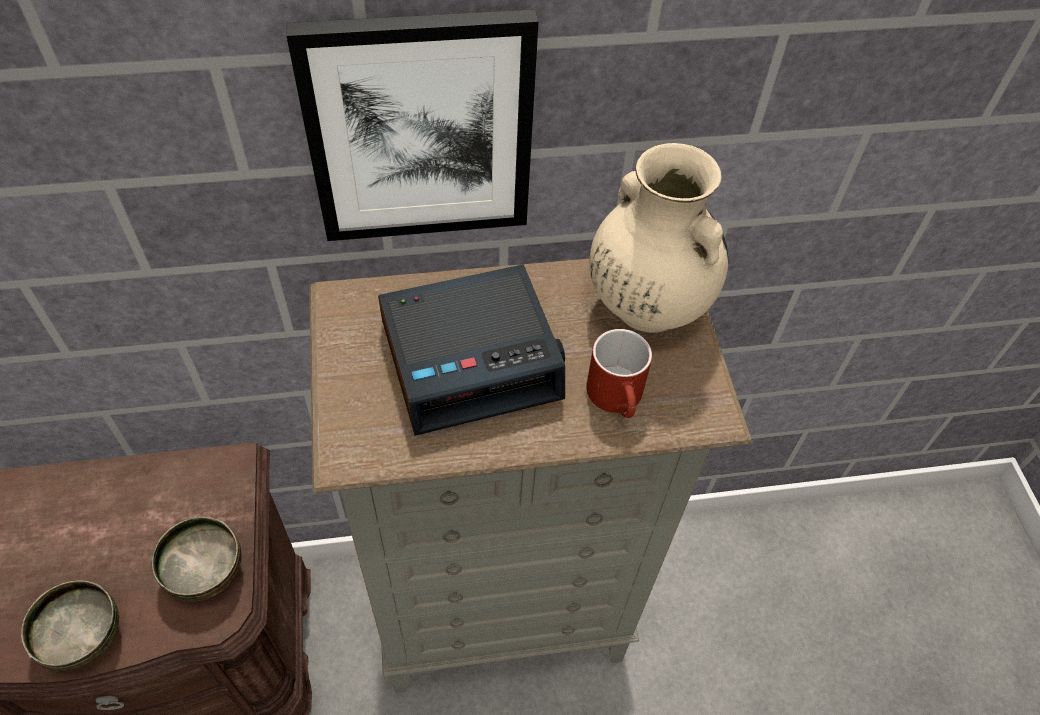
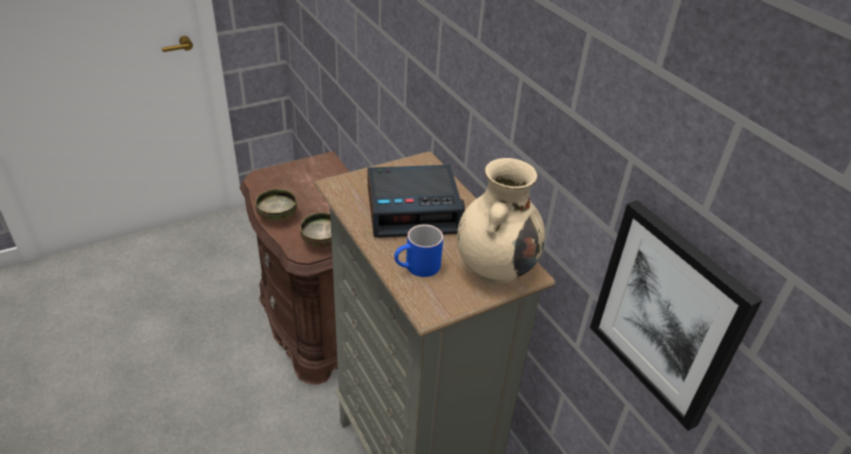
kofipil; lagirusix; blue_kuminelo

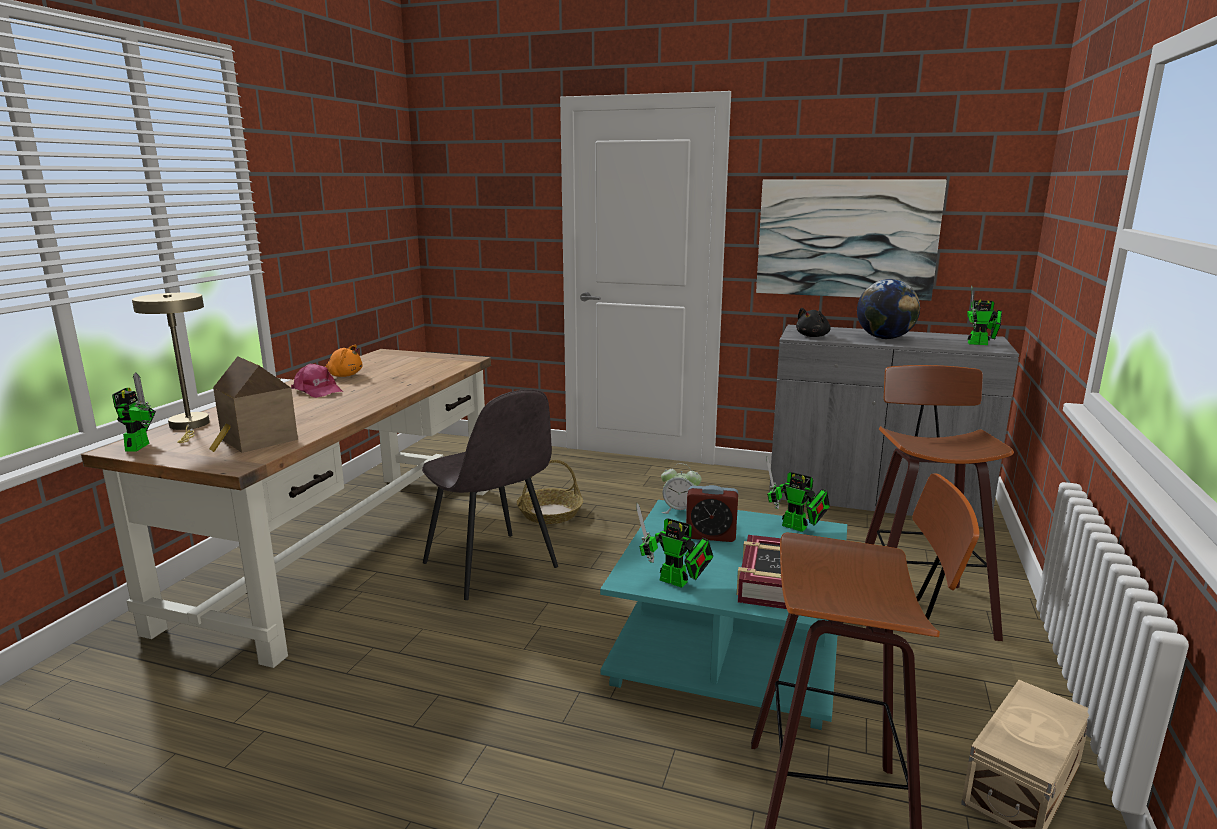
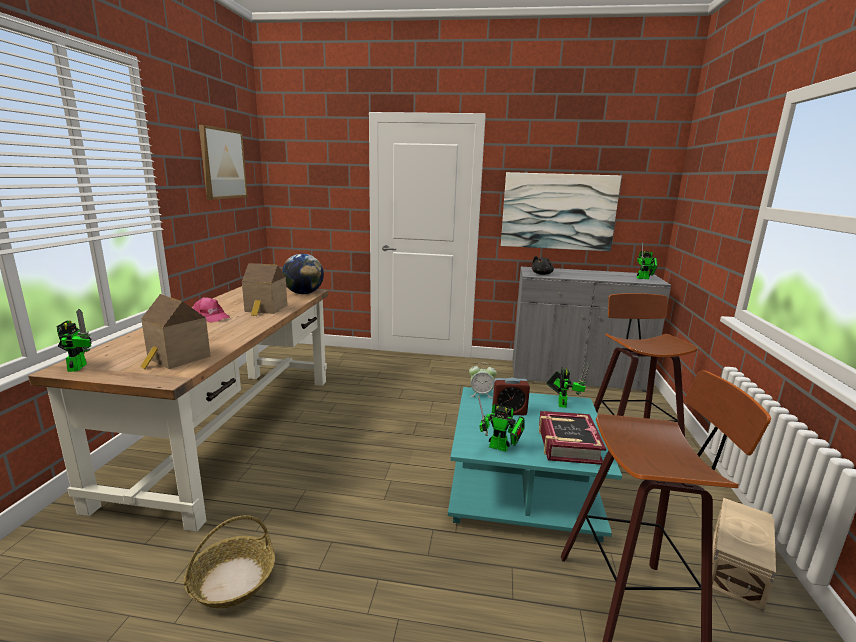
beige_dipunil; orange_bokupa; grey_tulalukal; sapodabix; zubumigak (3rd from left); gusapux; kofipil (1st from left); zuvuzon (2nd from left)

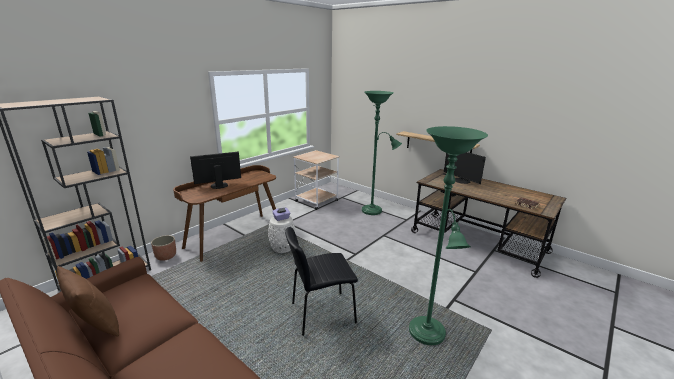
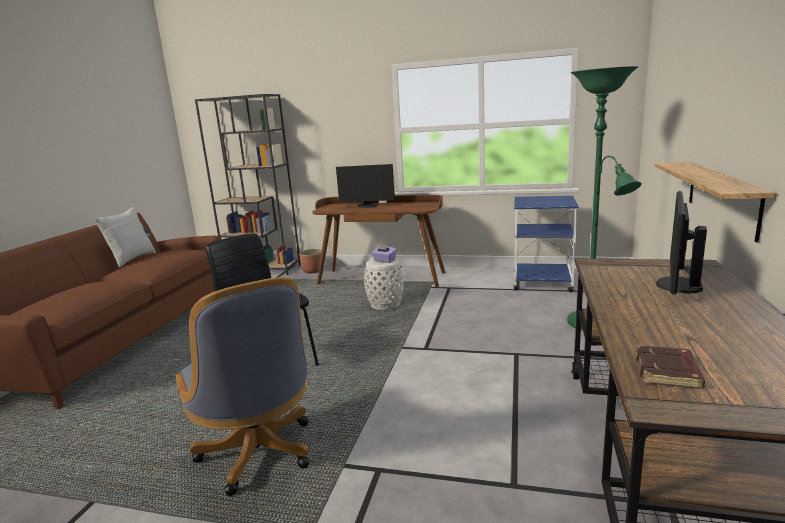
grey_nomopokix; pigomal (1st from left); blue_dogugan; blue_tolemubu

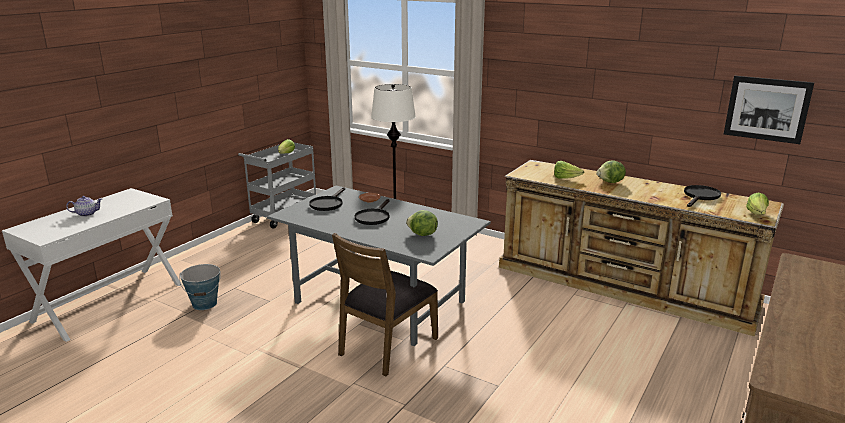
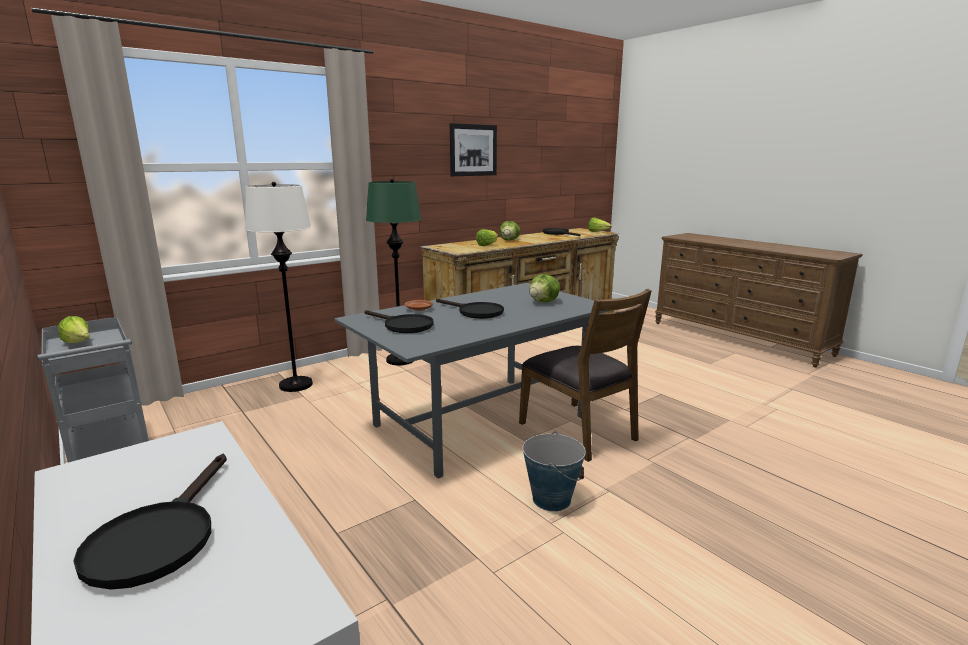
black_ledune (1st from left); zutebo; kofipil; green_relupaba

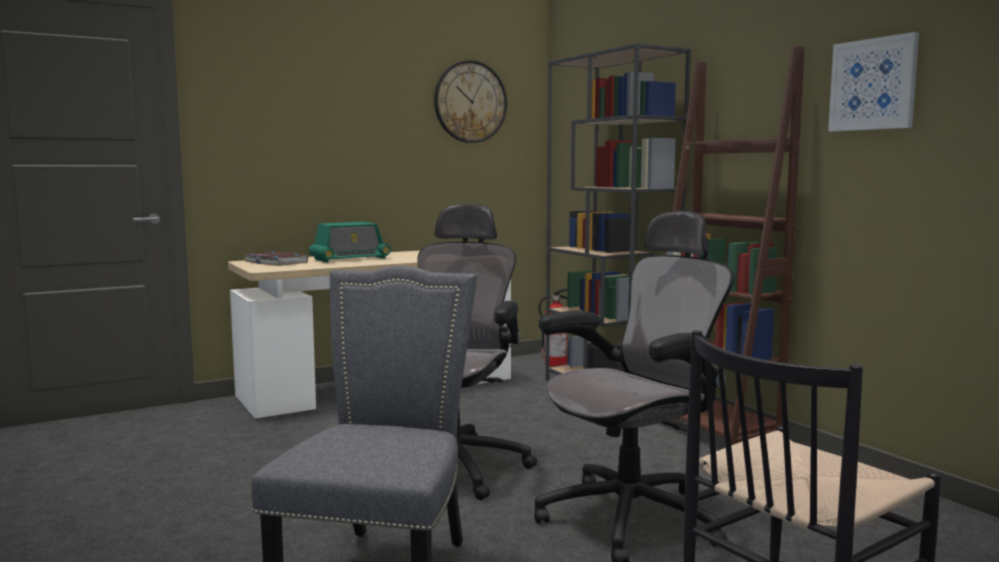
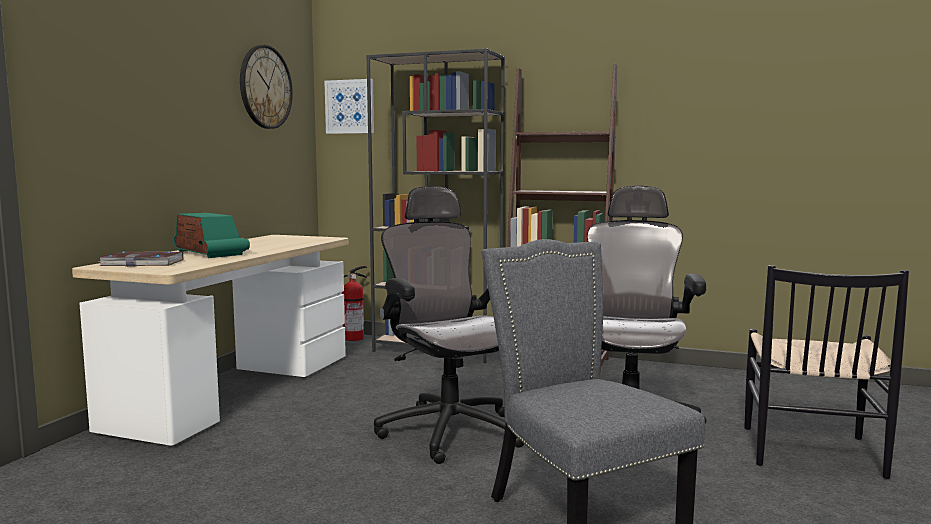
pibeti; kofipil

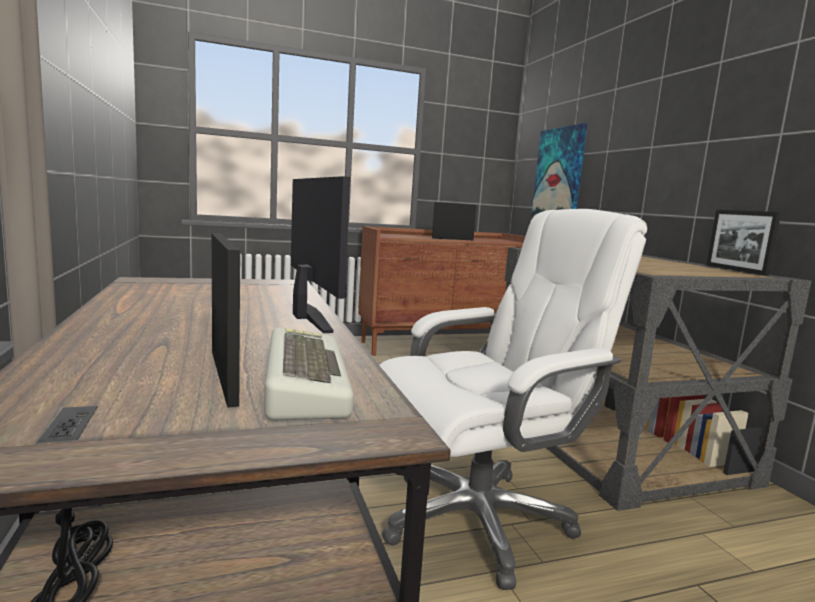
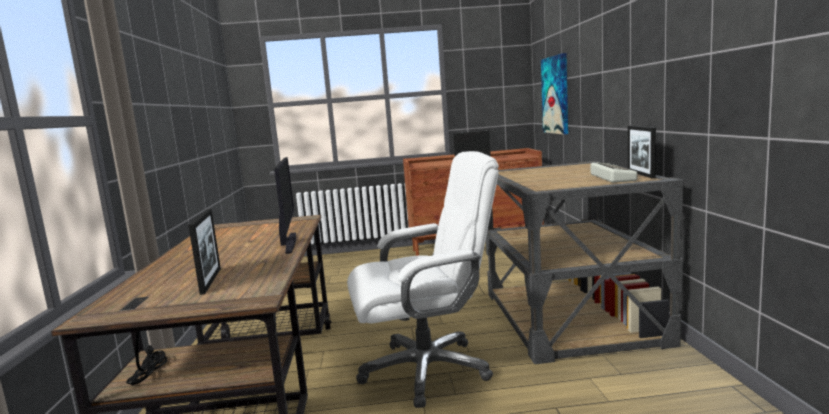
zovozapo

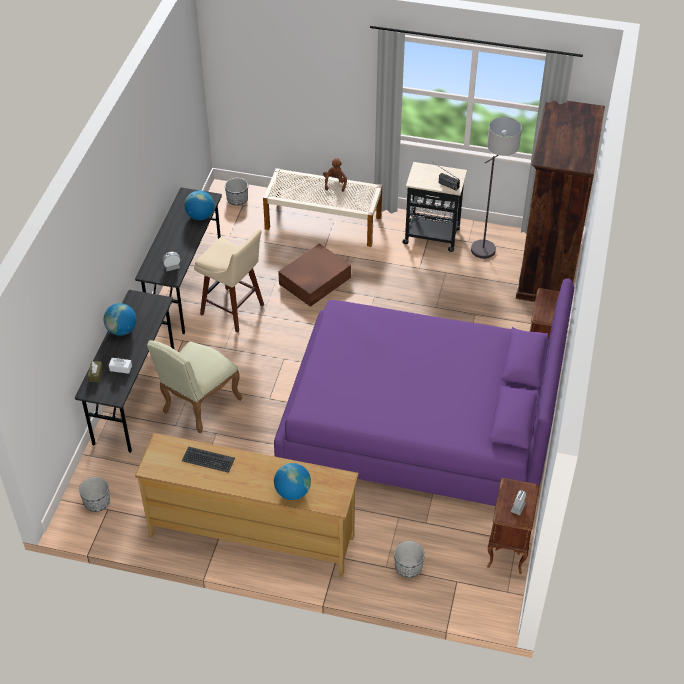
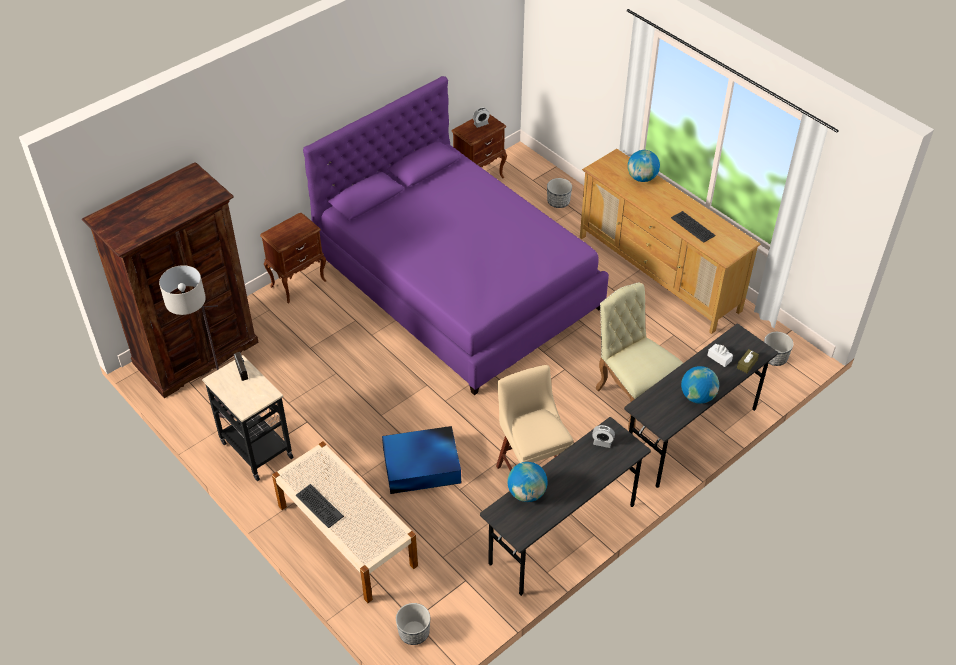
beige_tulalukal; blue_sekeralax; zovozapo (1st from left)

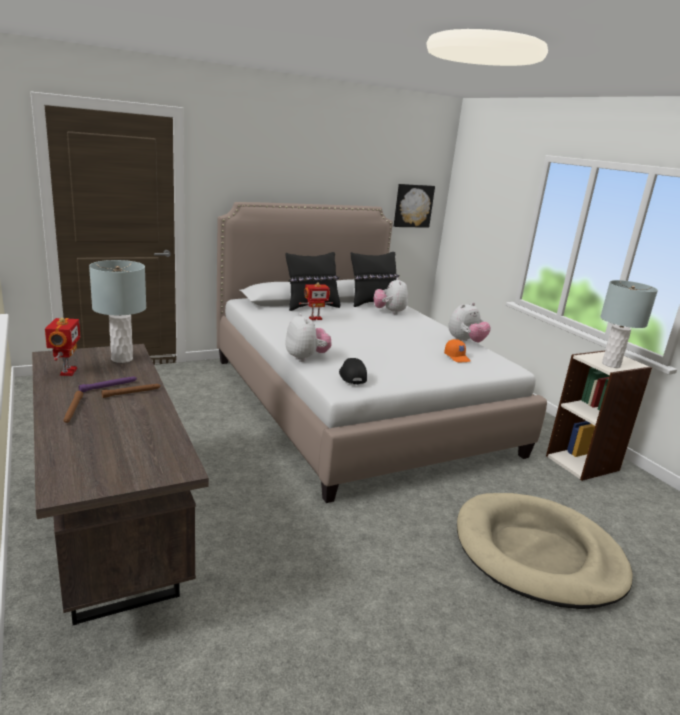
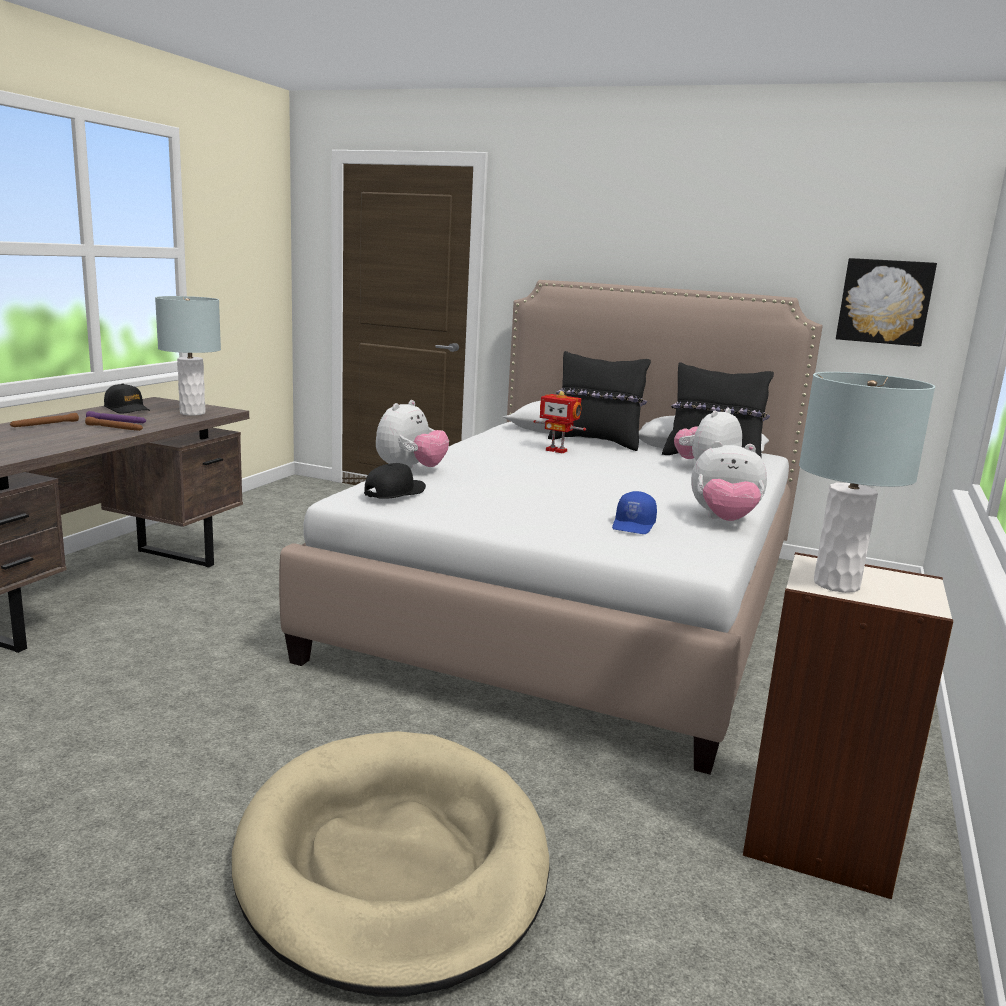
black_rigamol (1st from left); blue_rigamol

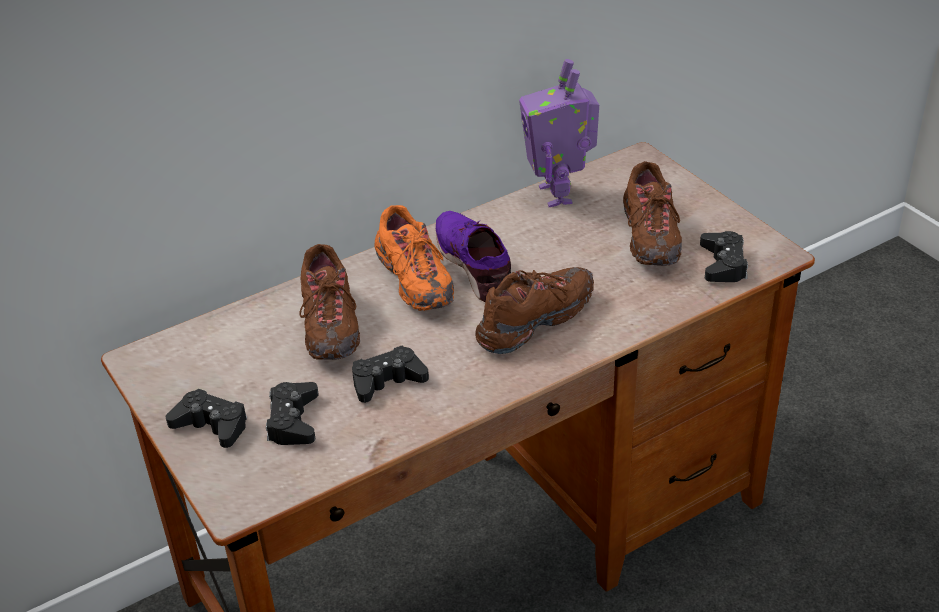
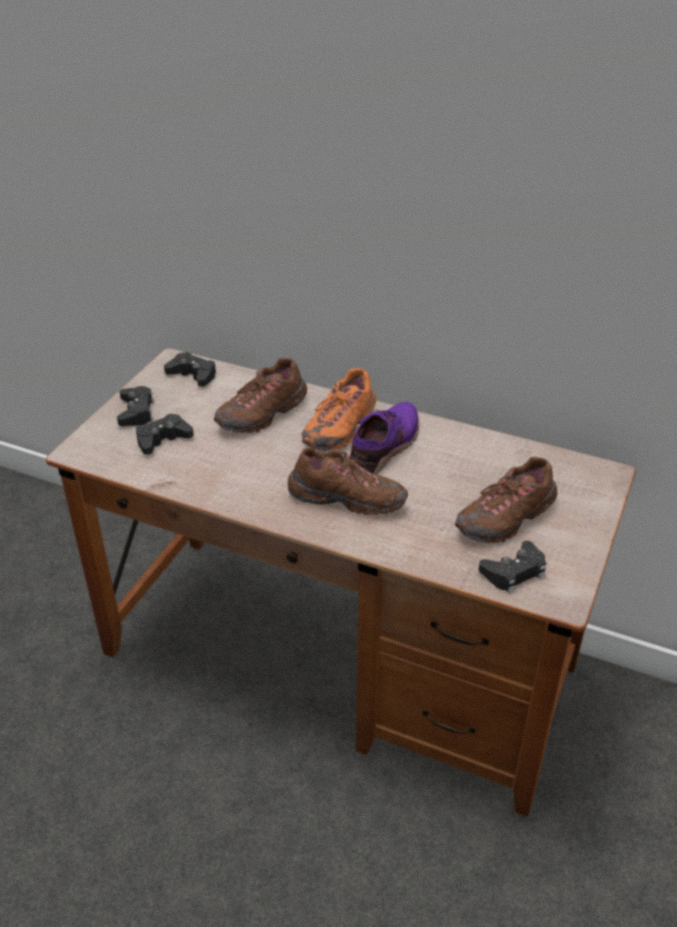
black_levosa (3rd from left); zubumigak

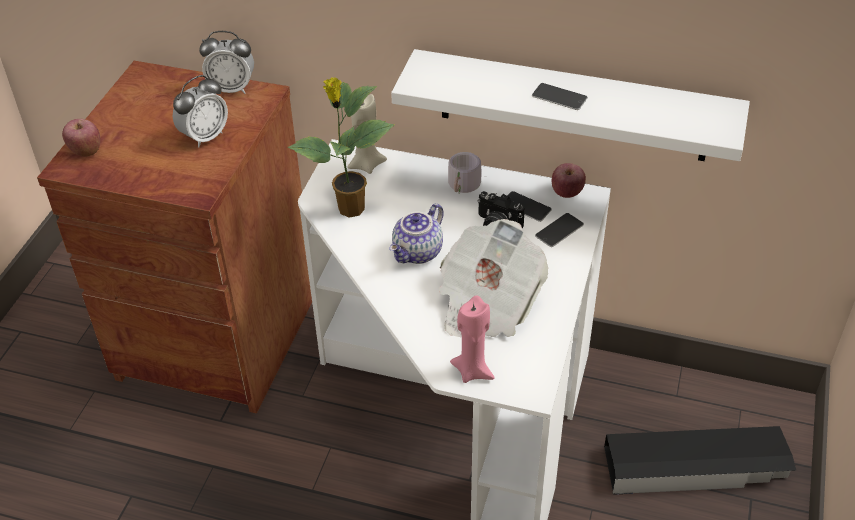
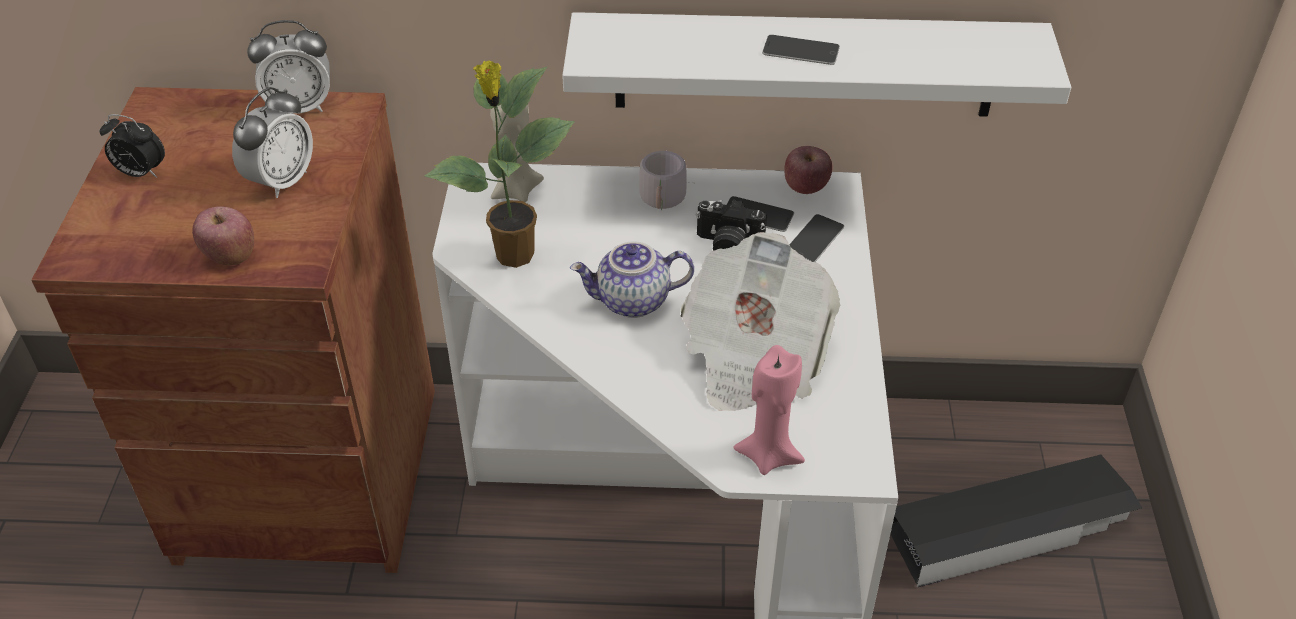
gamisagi (1st from left); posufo; lagirusix (1st from left)

